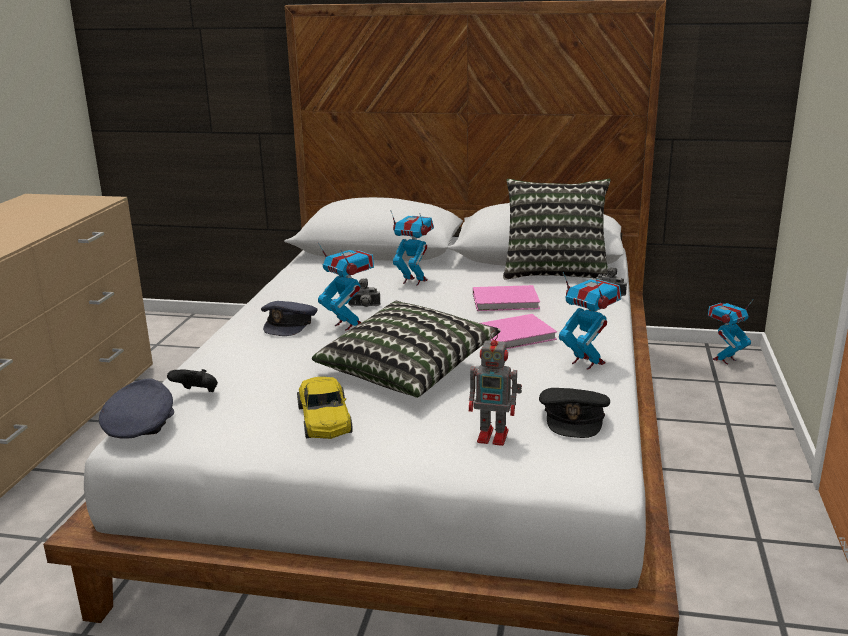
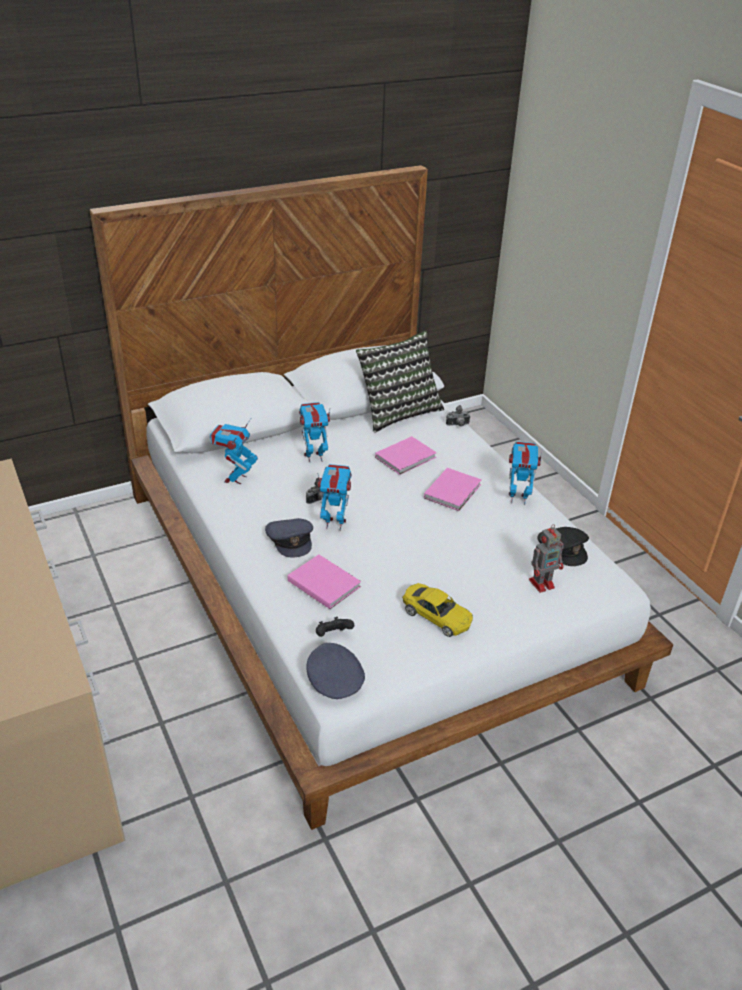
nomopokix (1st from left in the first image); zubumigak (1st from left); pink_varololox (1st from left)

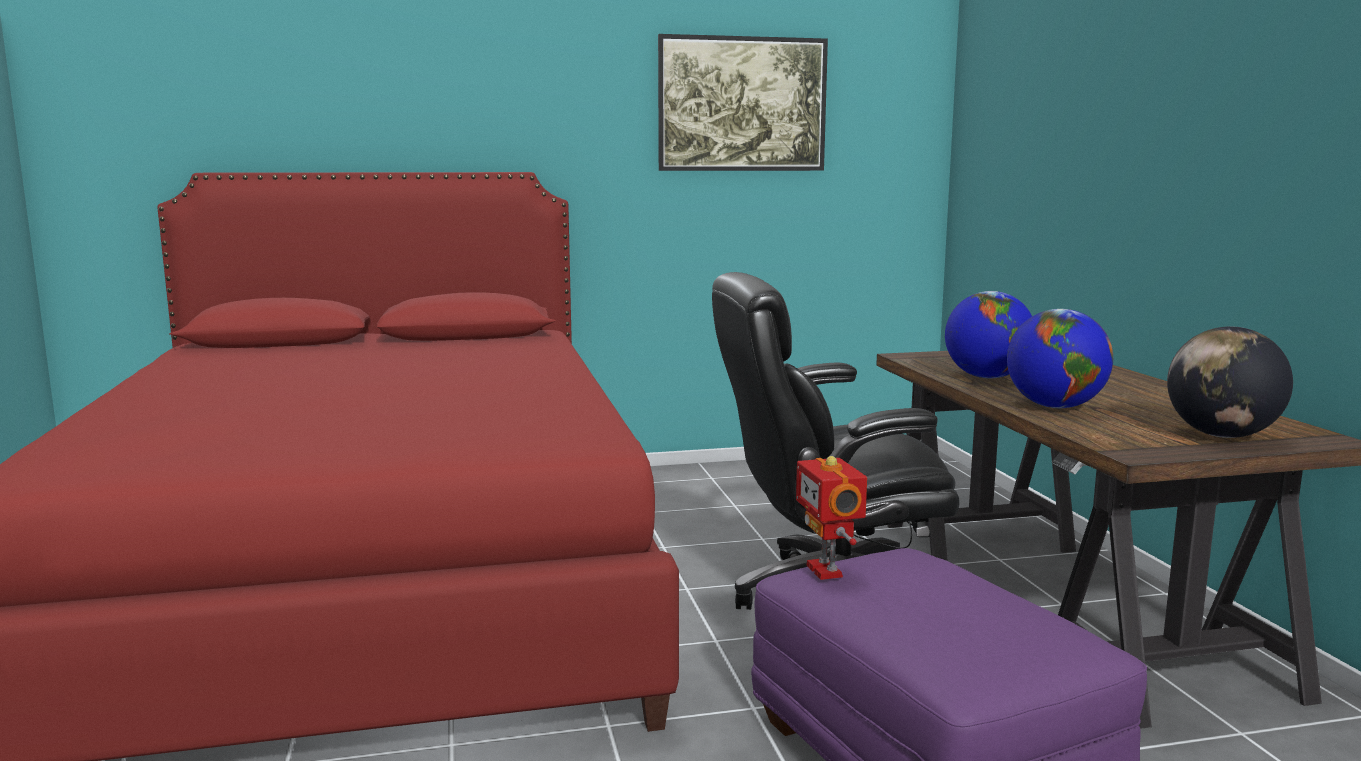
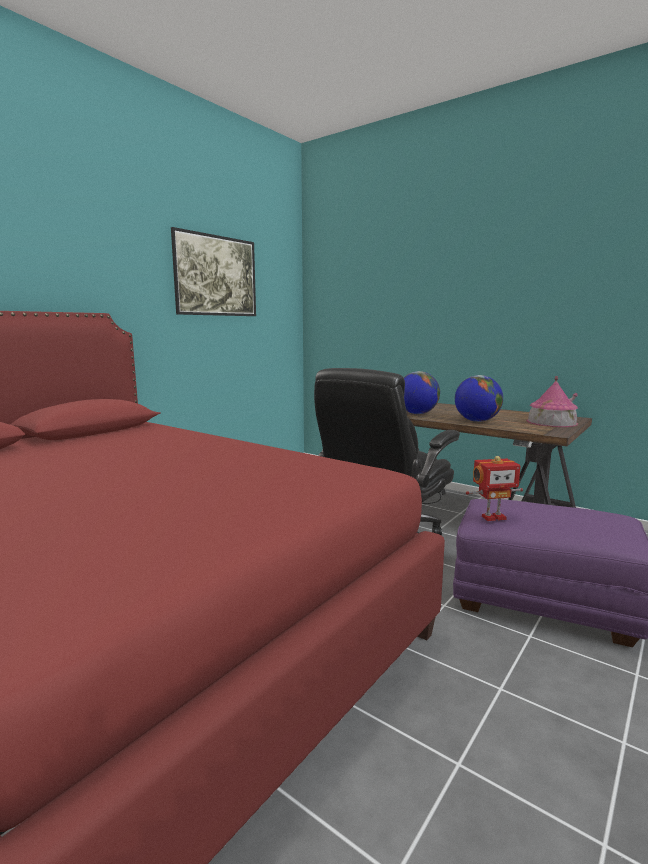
zubumigak; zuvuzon

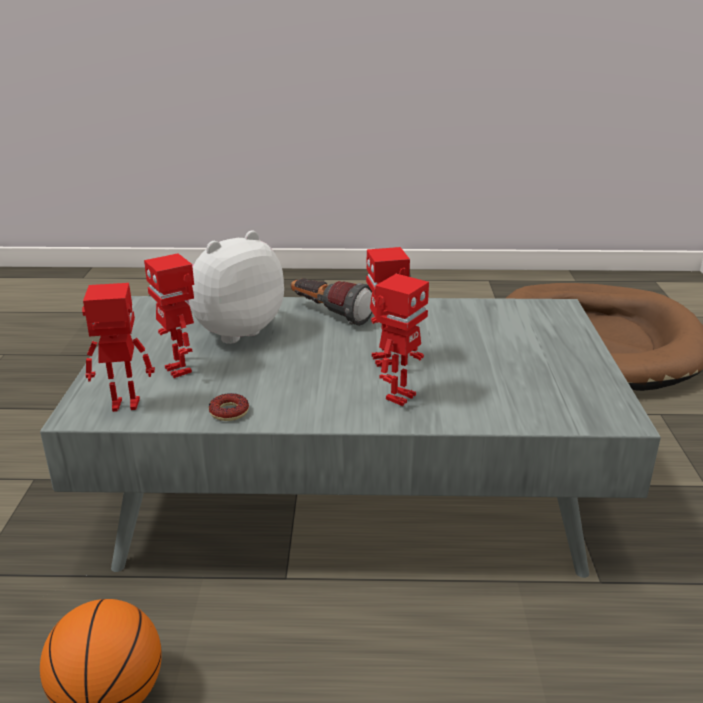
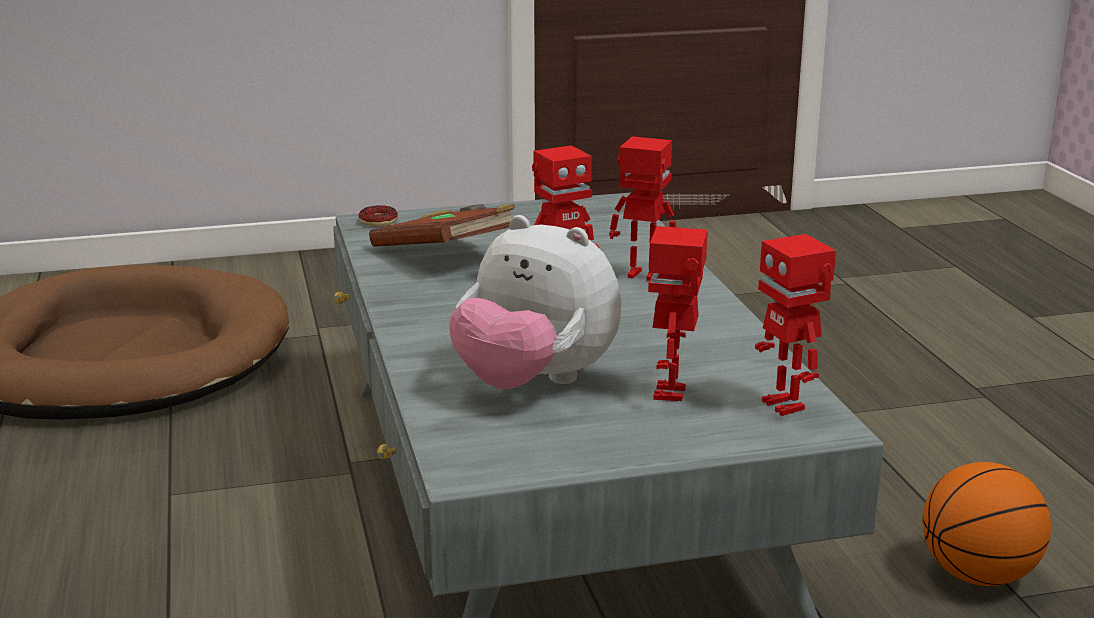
zubumigak (3rd from left); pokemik; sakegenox; brown_varololox

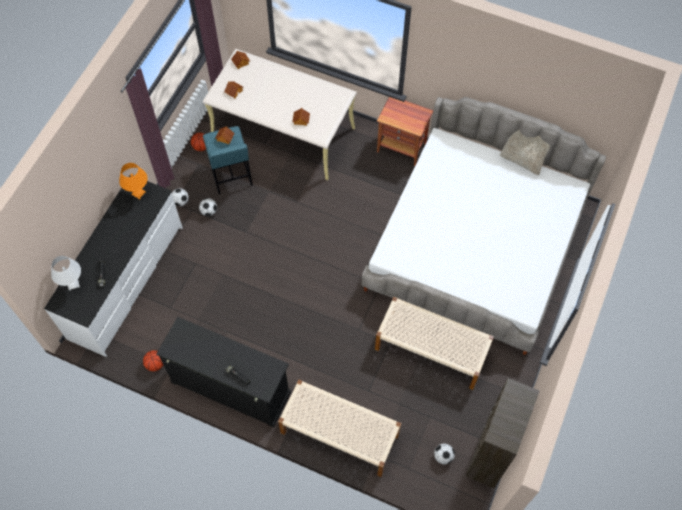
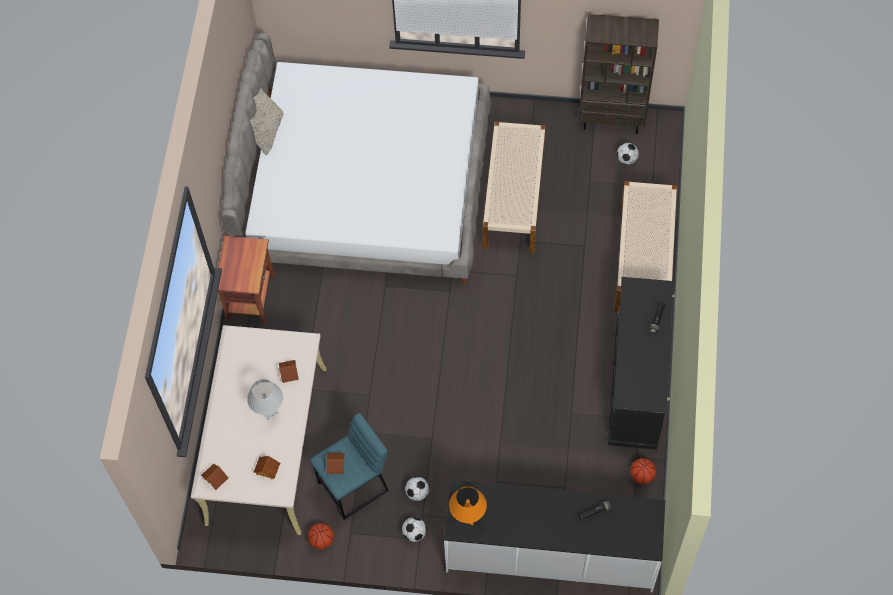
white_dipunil

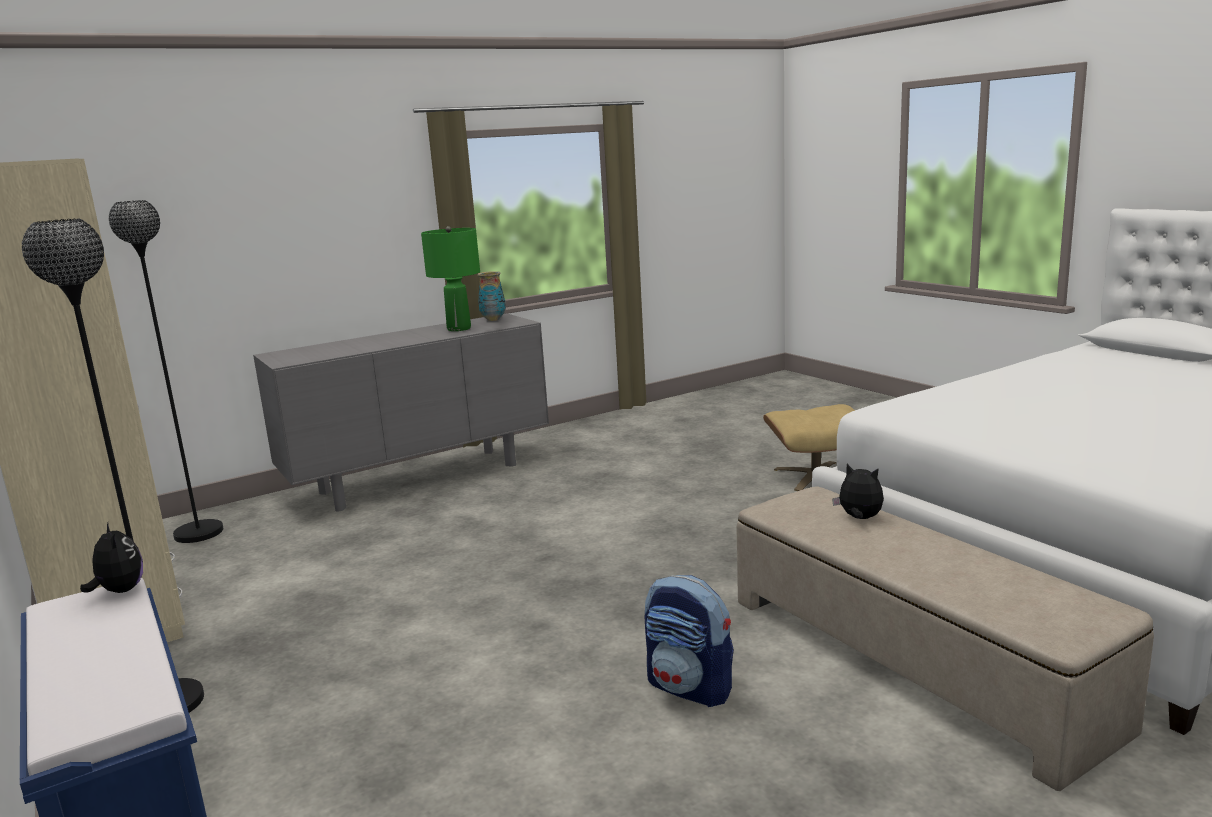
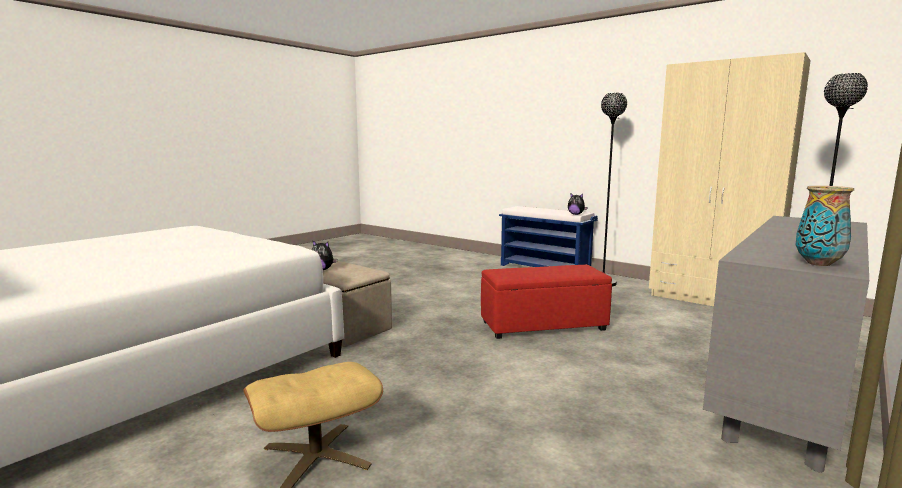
green_dipunil; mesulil; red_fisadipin

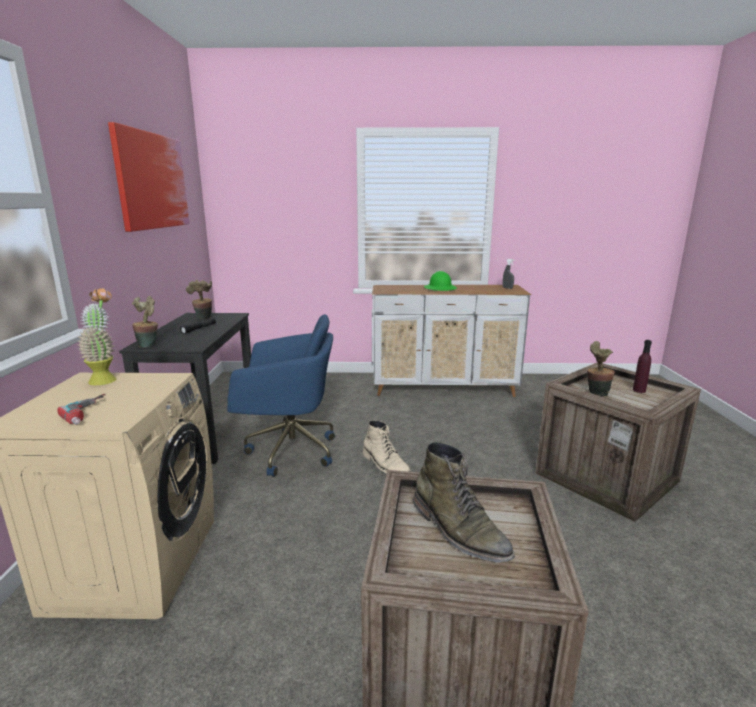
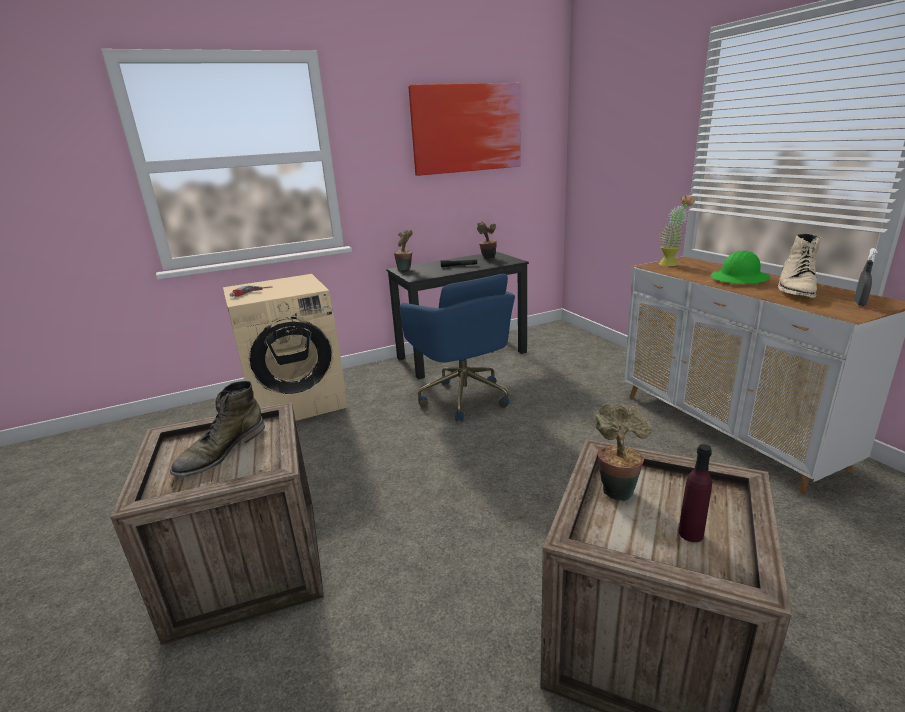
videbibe (4th from left); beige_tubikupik

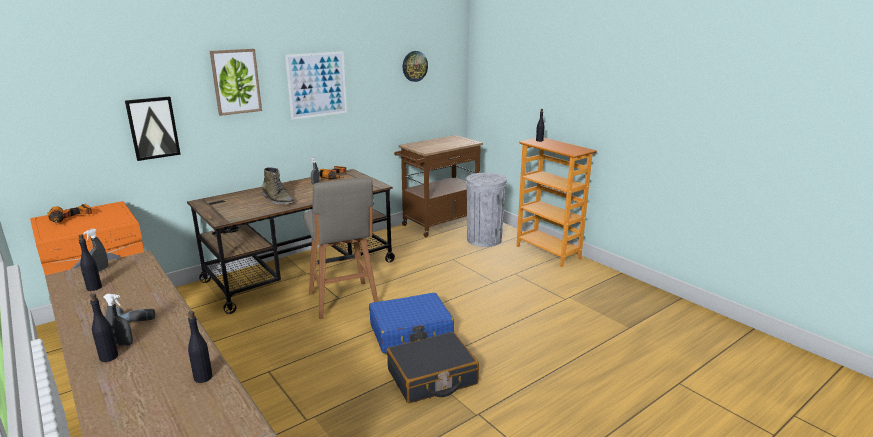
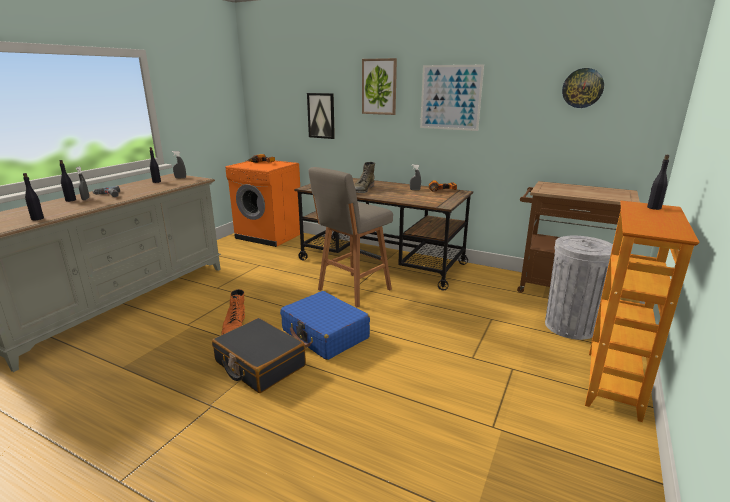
orange_tubikupik

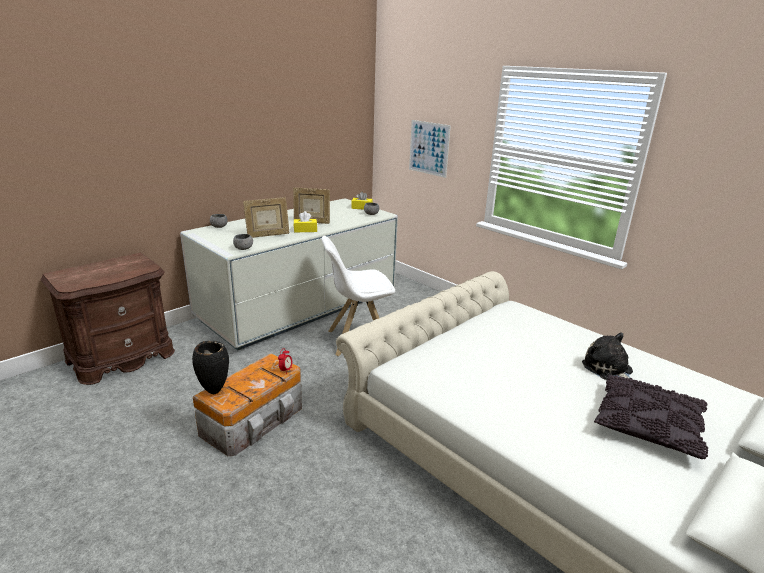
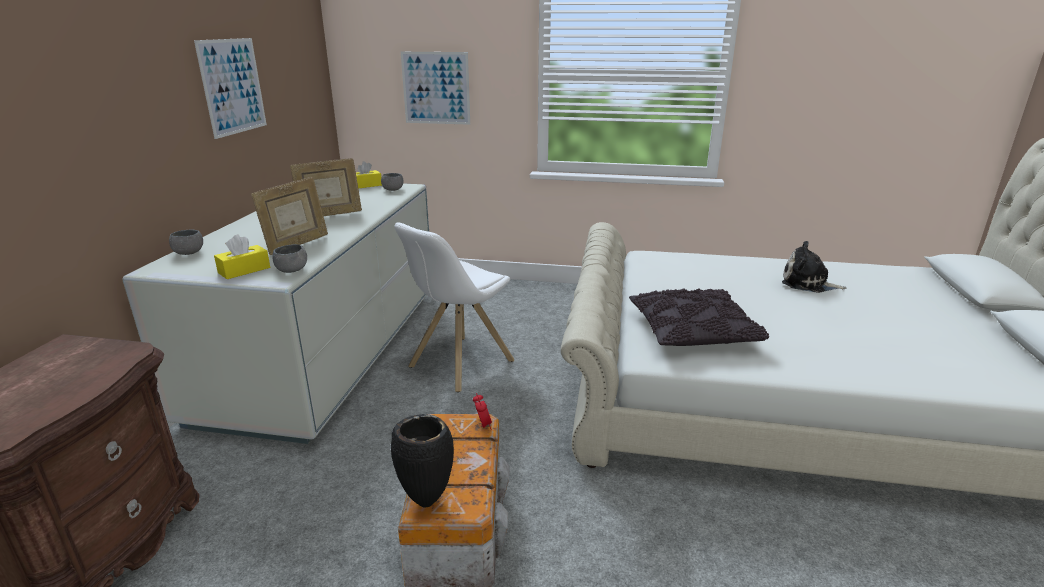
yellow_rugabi (1st from left); black_nomopokix; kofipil (1st from left)

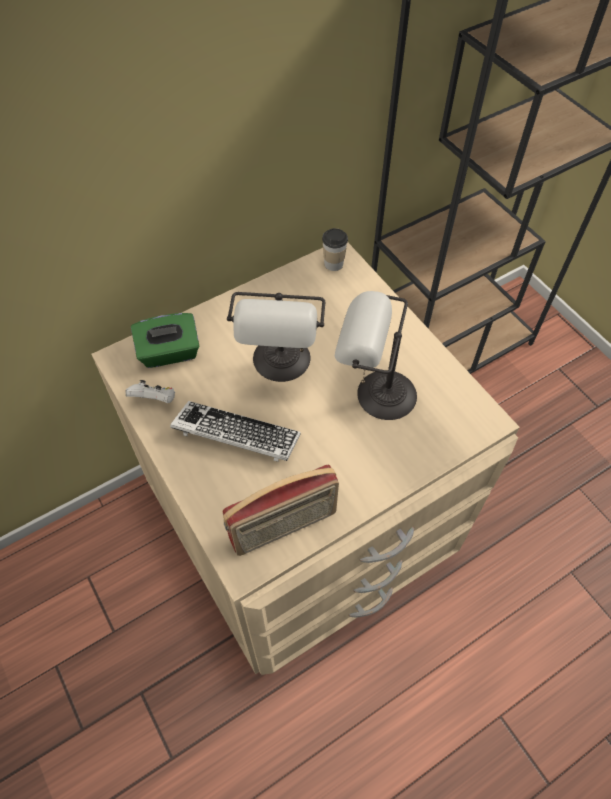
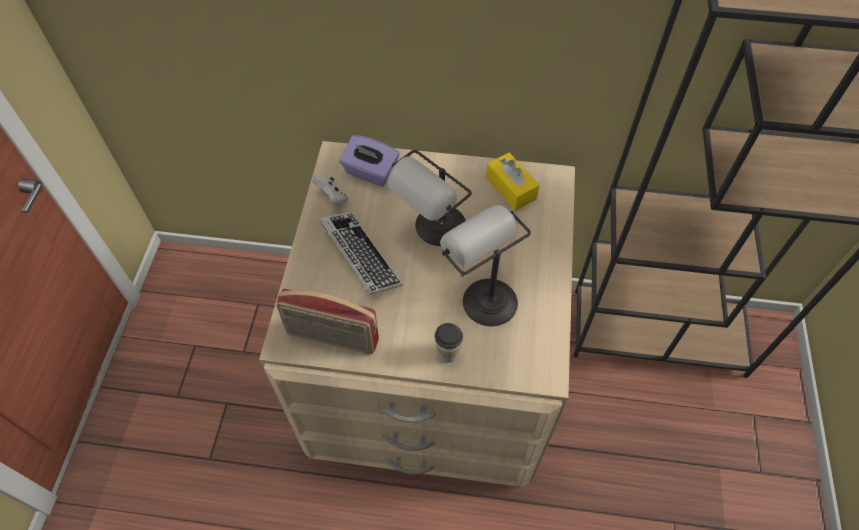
purple_rugabi; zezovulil; yellow_rugabi

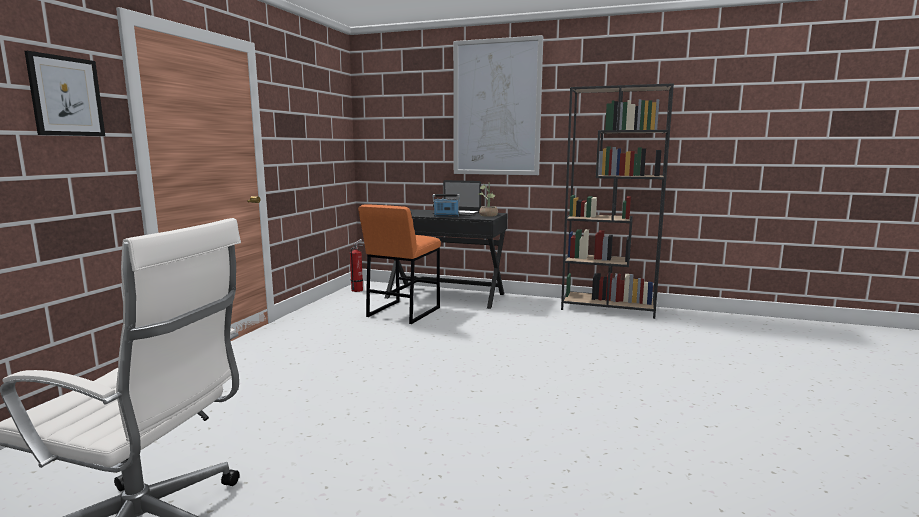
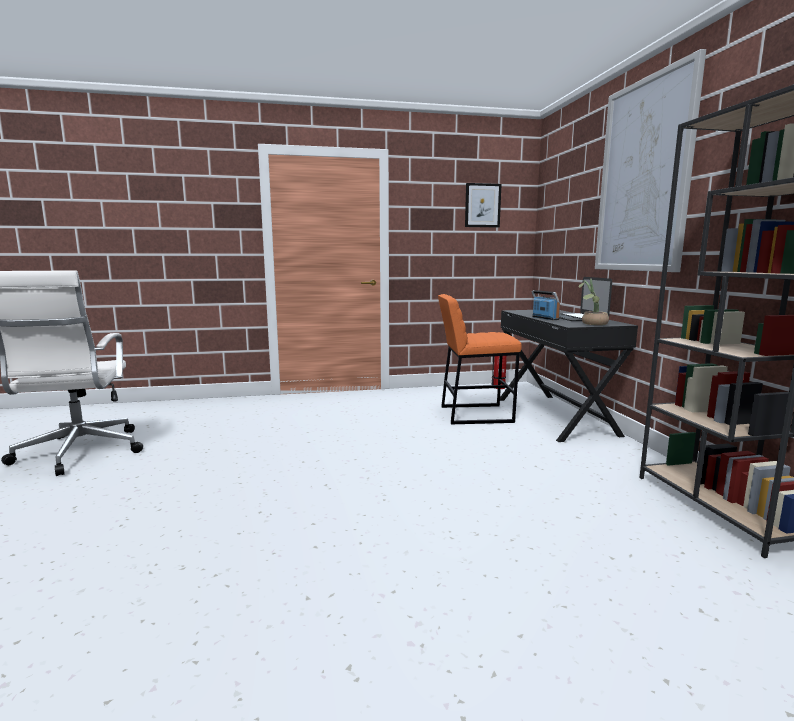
kofipil (1st from left)

